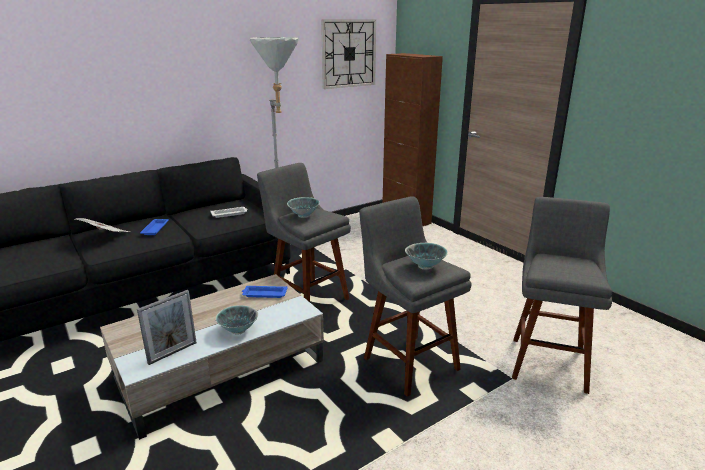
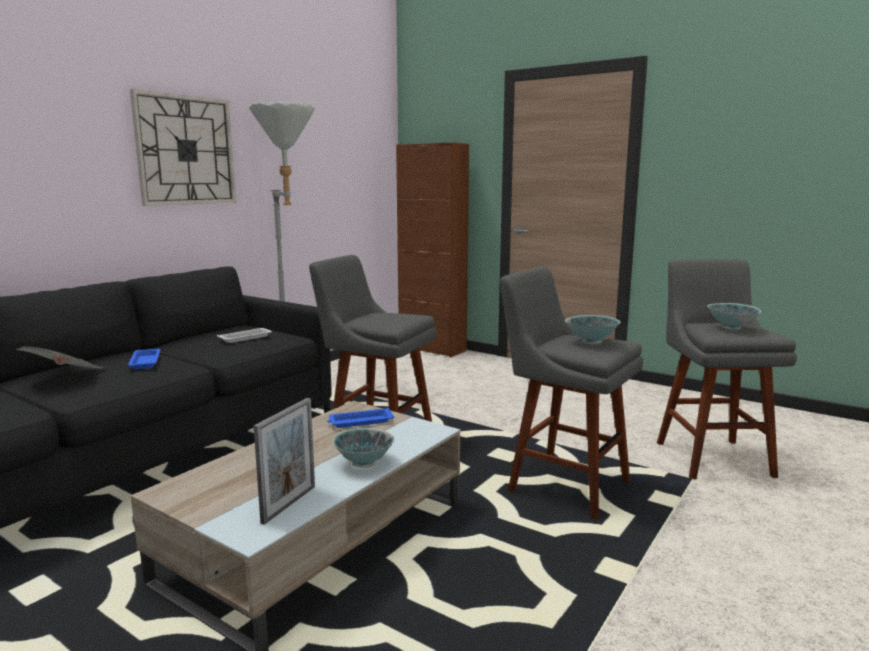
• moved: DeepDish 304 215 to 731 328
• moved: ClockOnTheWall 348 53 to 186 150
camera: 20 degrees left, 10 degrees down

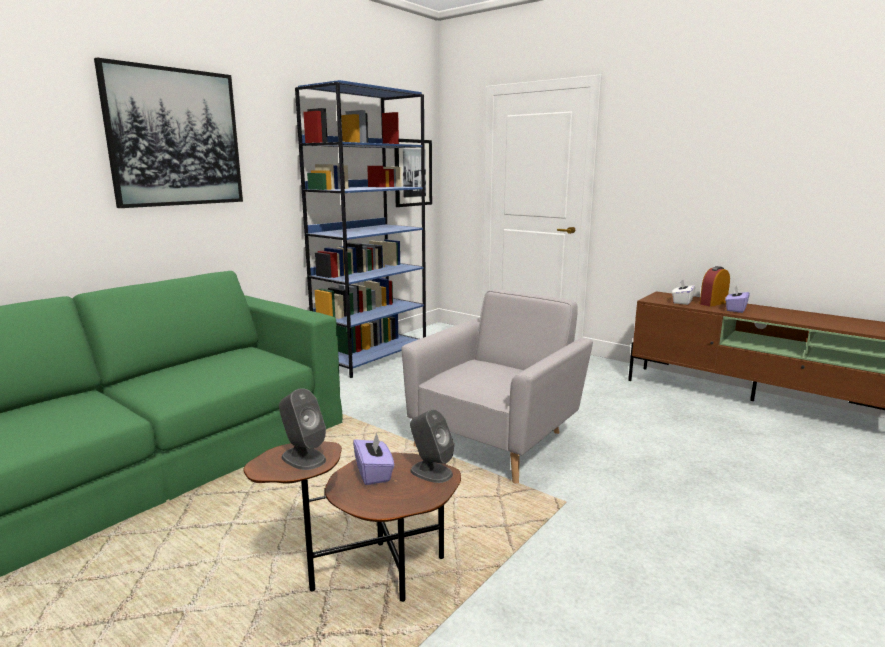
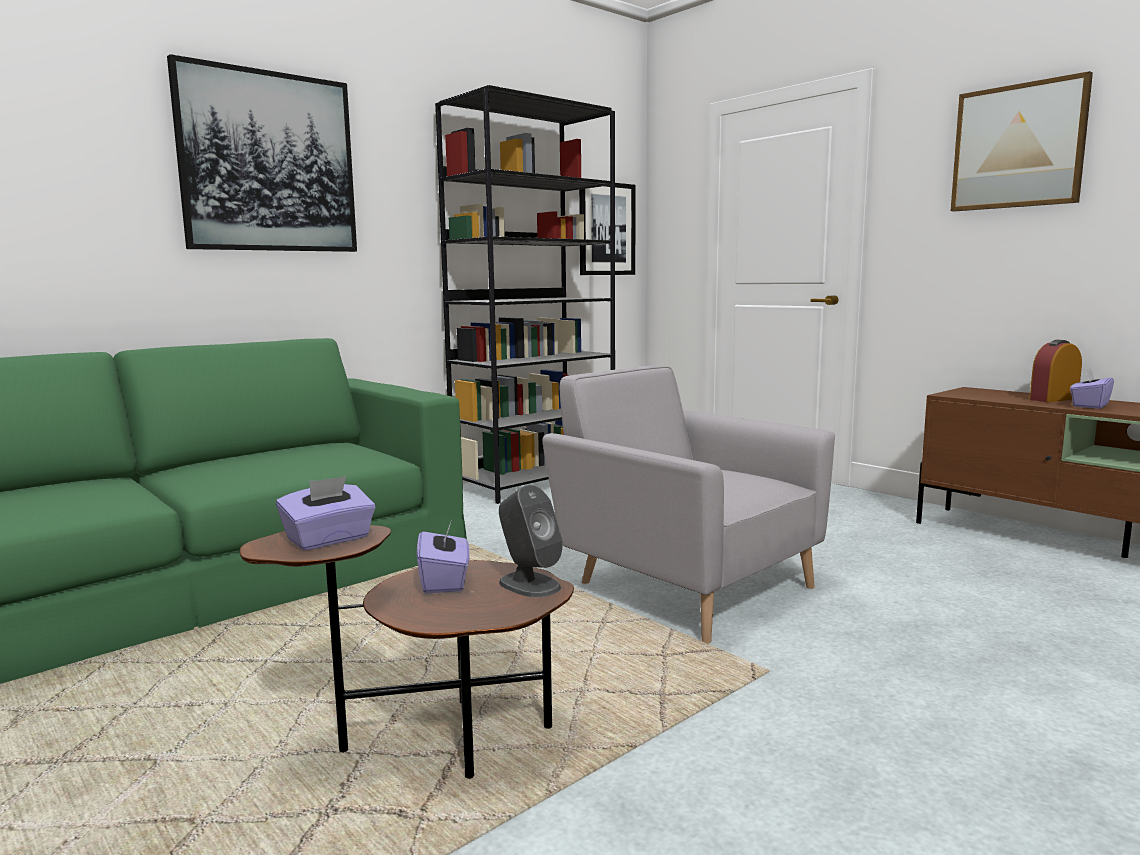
• replaced: GreyishLoudspeaker 303 458 to PurpleColouredTissueBox 329 539
• recoloured: BlueColouredBookcase 372 357 to BlackishBookcase 535 481
• turned: GreyishArmchair 496 439 = 684 585 90 degrees counterclockwise
• removed: WhiteTissueBox 682 302
• added: WallPicture 1018 146
camera: 10 degrees right, 5 degrees down

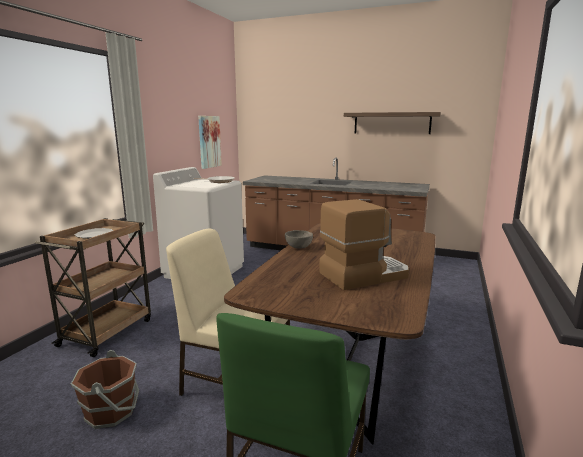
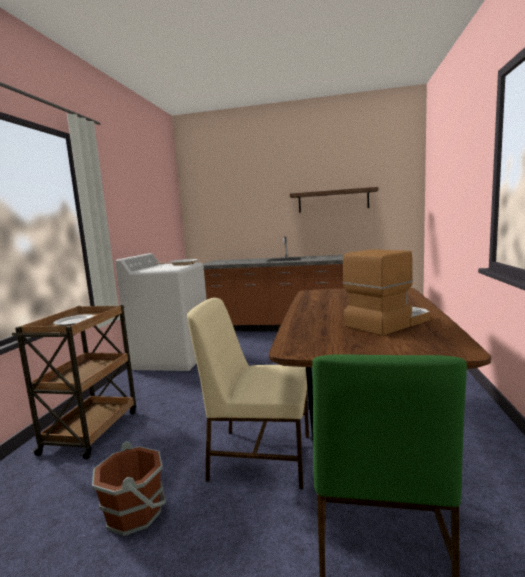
• removed: WallPicture 209 141
• removed: GreyishDeepDish 299 247
camera: 10 degrees left, 5 degrees down

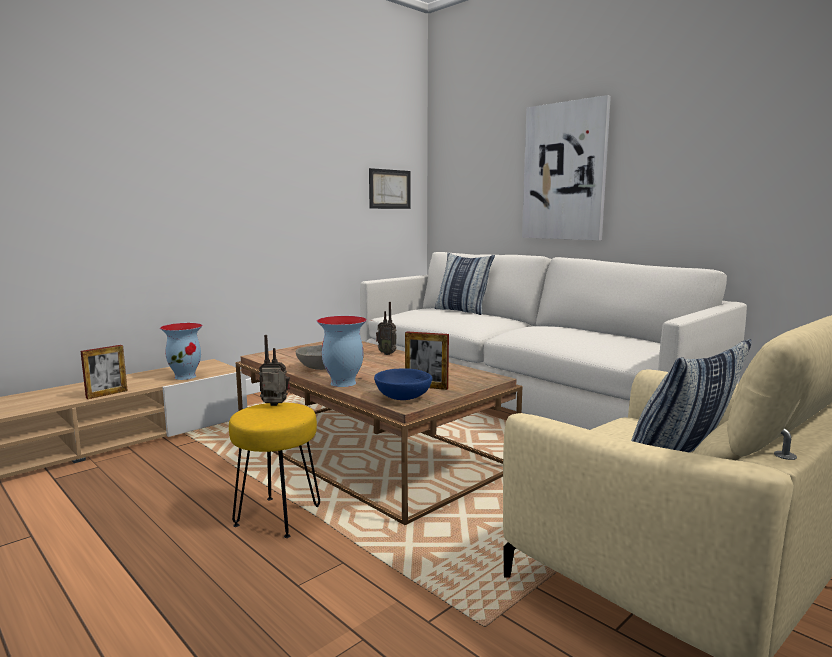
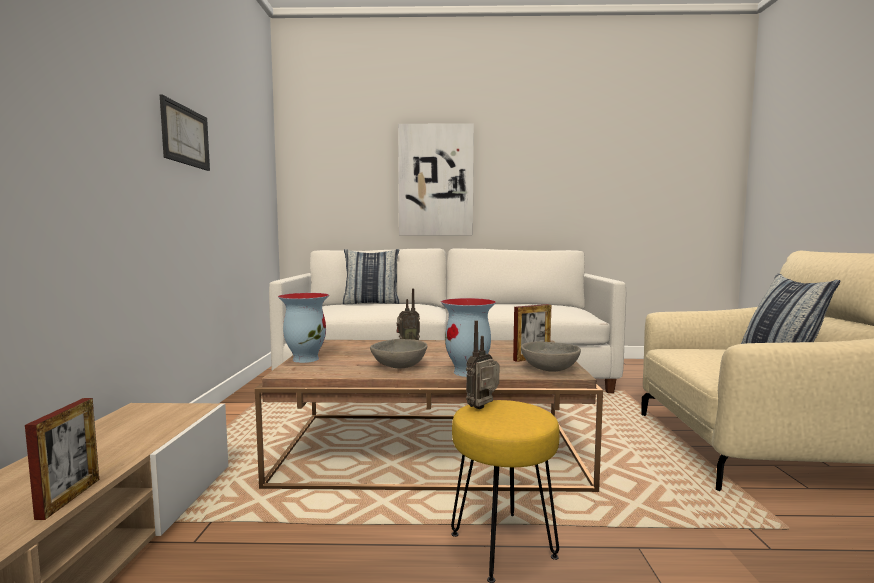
• moved: DecorativeVase 186 376 to 305 359
• moved: WallPicture 389 189 to 185 136
• recoloured: BlueColouredDeepDish 404 397 to GreyishDeepDish 550 369
camera: 45 degrees left, 5 degrees down

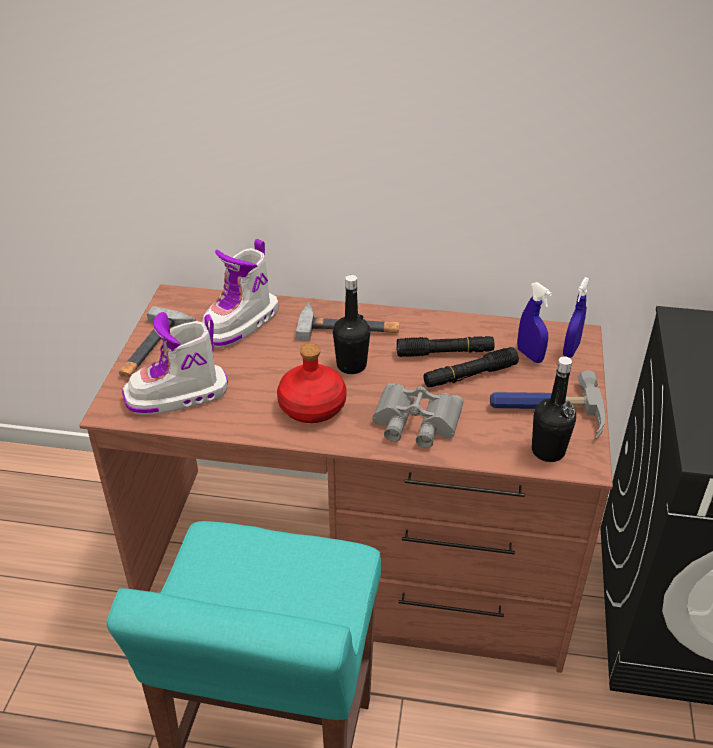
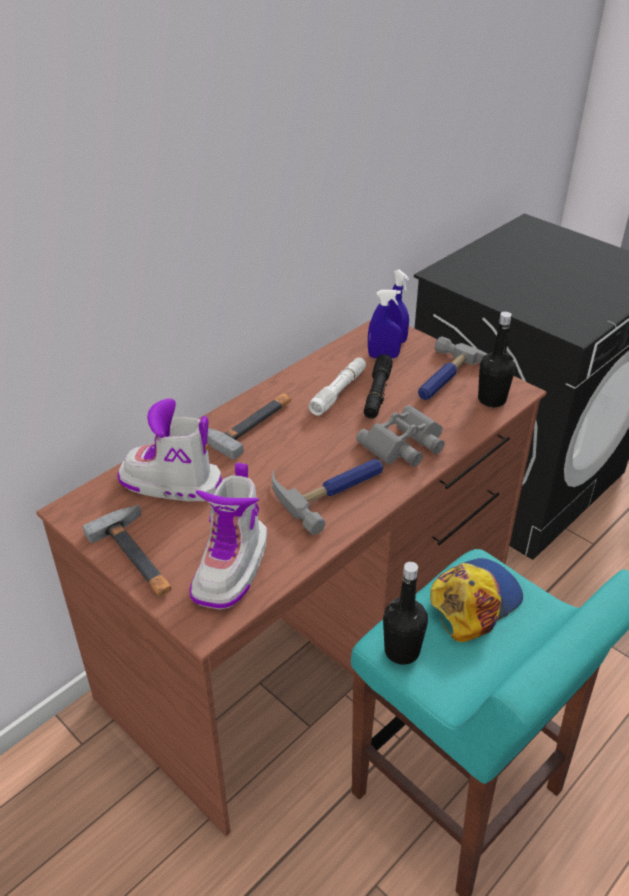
• turned: TallBoot 240 324 = 170 484 120 degrees clockwise
• replaced: RedDrinkBottle 312 406 to HandHammer 331 489
• moved: BlackishDrinkBottle 351 365 to 402 651
• recoloured: BlackishFlashlight 445 353 to WhiteFlashlight 338 392
• added: BaseballCap 474 601
camera: 55 degrees left, 0 degrees up

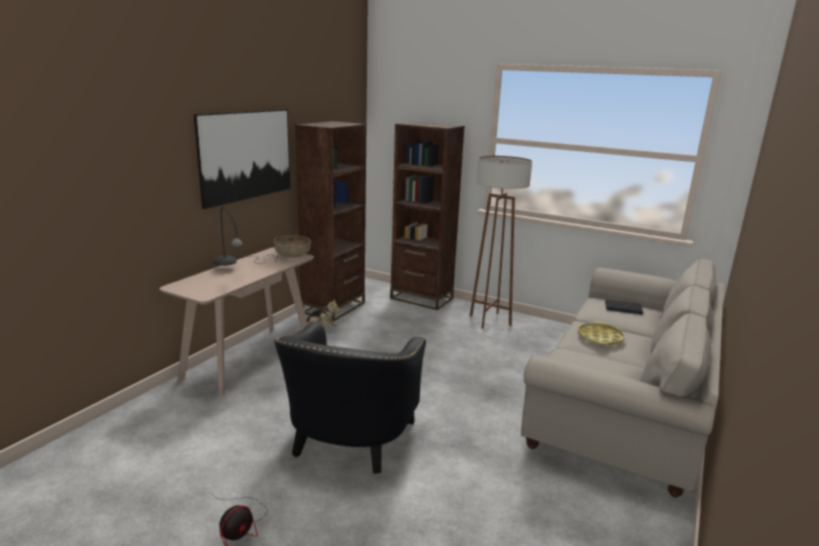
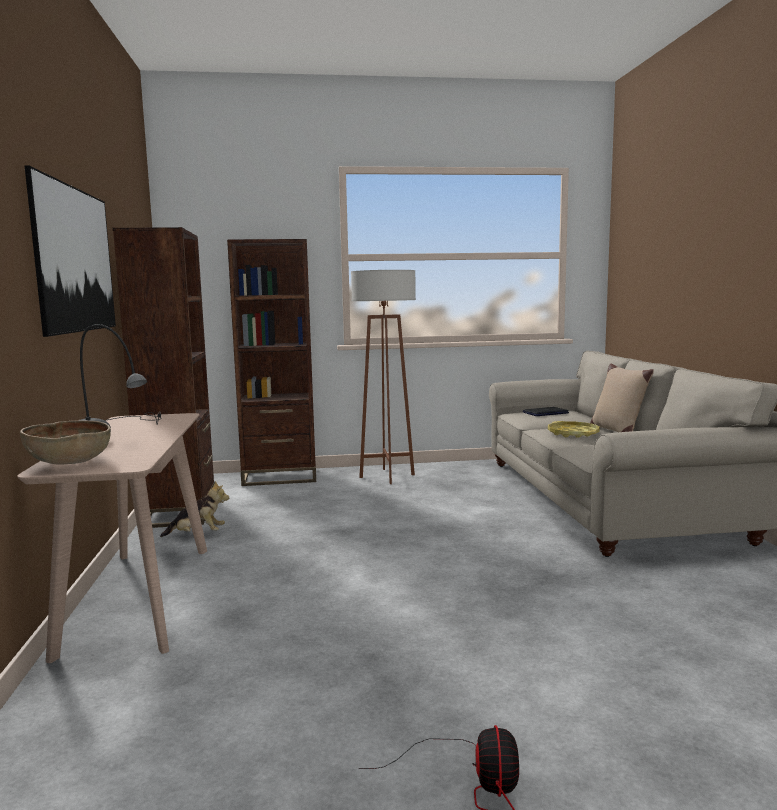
• moved: BrownDeepDish 292 256 to 69 463
• removed: BlackishArmchair 348 441
• added: SandColouredThrowPillow 617 431
camera: 35 degrees left, 10 degrees down

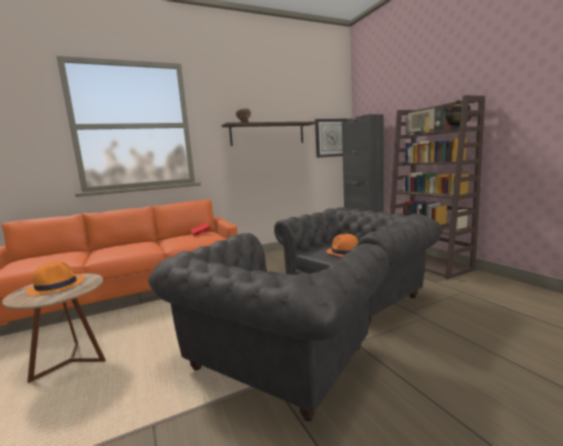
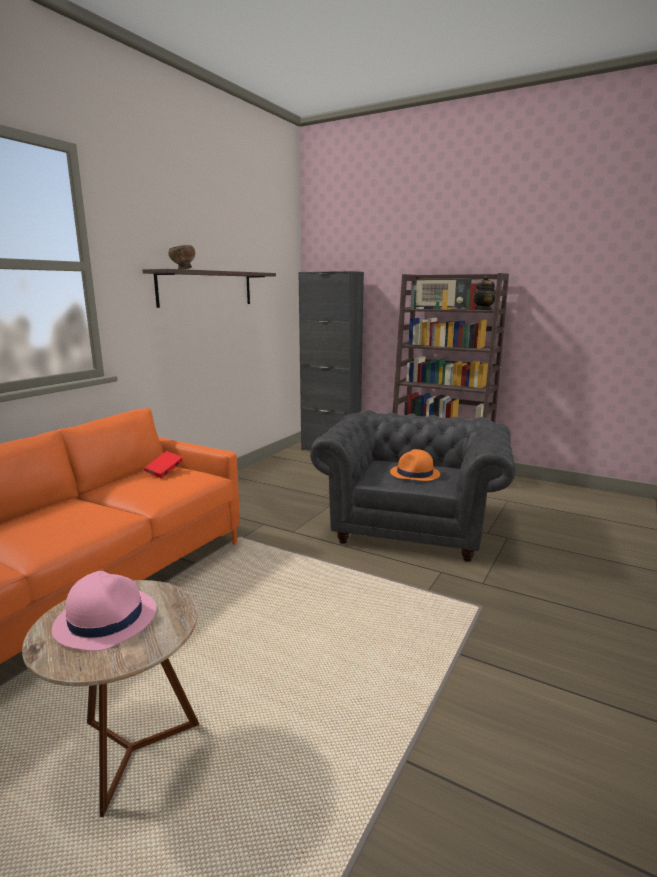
• recoloured: OrangeColouredClothingHat 57 285 to PinkClothingHat 106 619
• removed: GreyishArmchair 273 362
• removed: ClockOnTheWall 331 138
camera: 35 degrees left, 5 degrees up

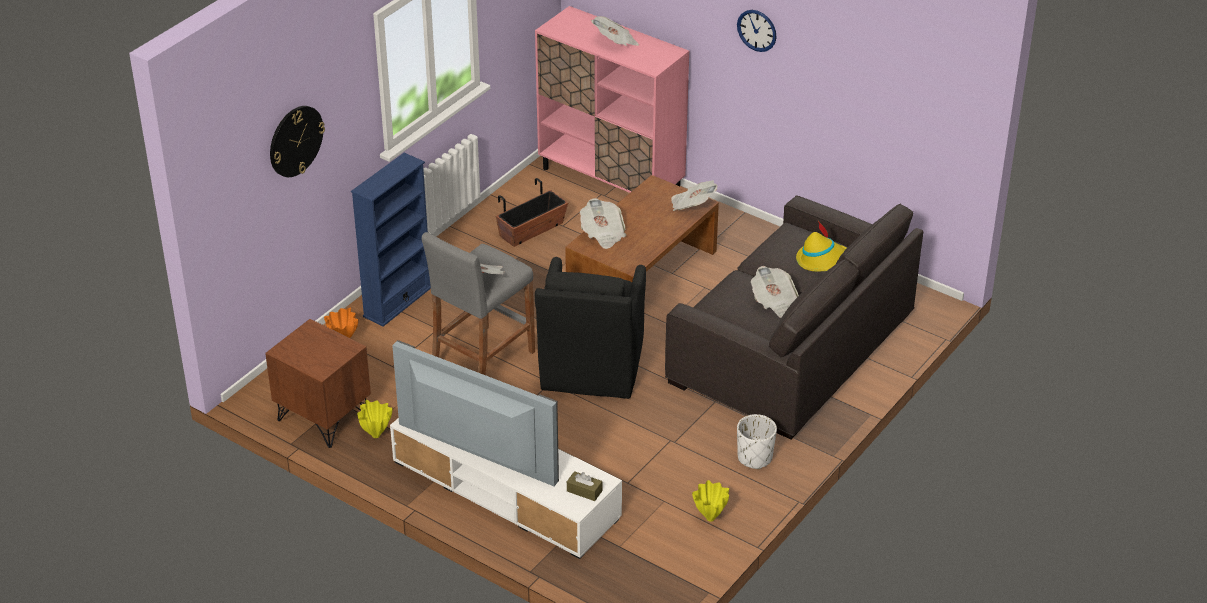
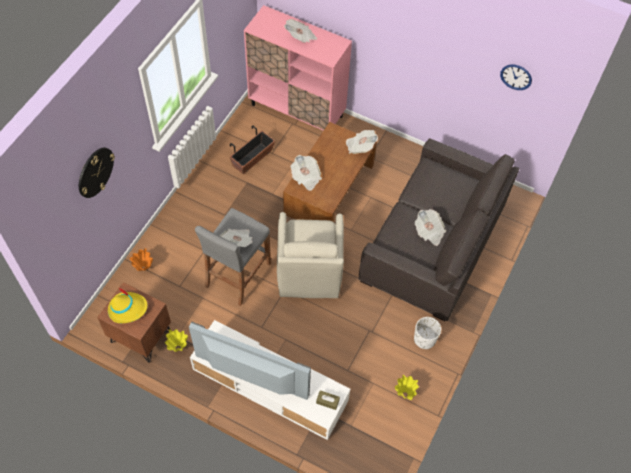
• removed: BlueColouredBookcase 398 301
• recoloured: BlackishArmchair 590 368 to SandColouredArmchair 309 274
• moved: ClockOnTheWall 757 30 to 516 77
• moved: YellowClothingHat 823 260 to 128 308
camera: 10 degrees left, 20 degrees up

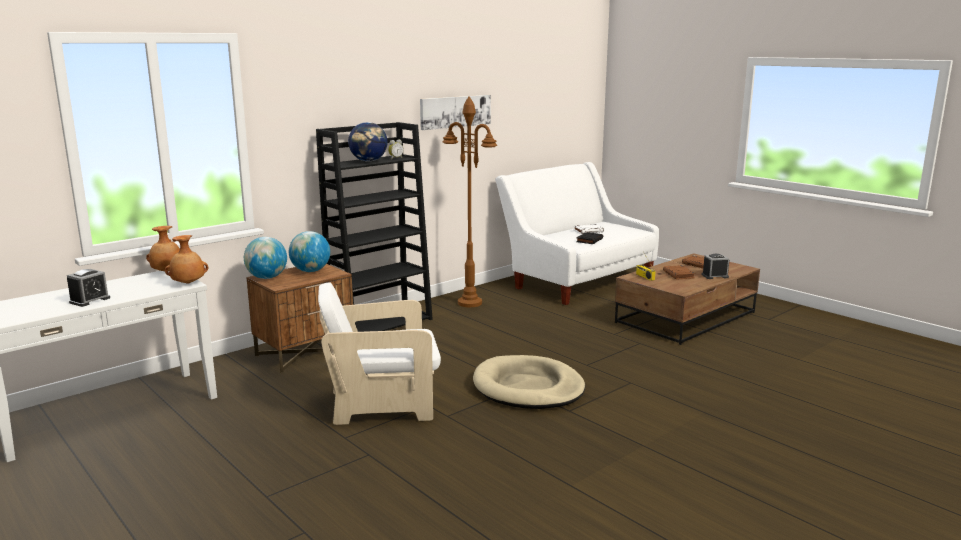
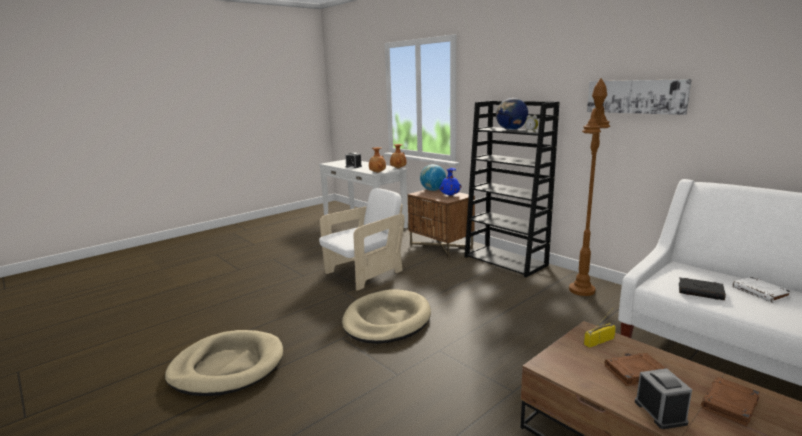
• replaced: Globe 310 271 to BlueColouredDecorativeVase 450 195
• turned: WhiteArmchair 382 404 = 364 273 60 degrees clockwise
• added: SandColouredPetBed 227 366
camera: 90 degrees right, 0 degrees up

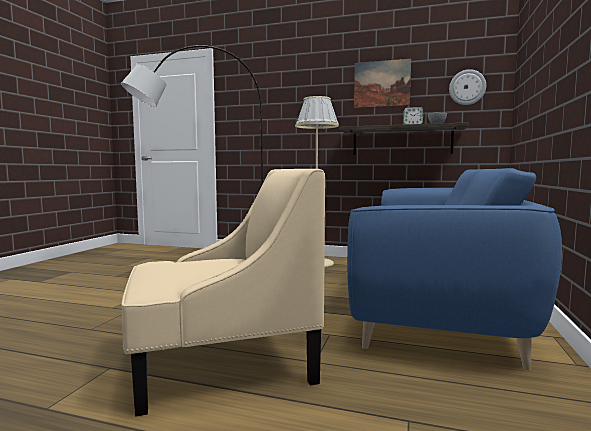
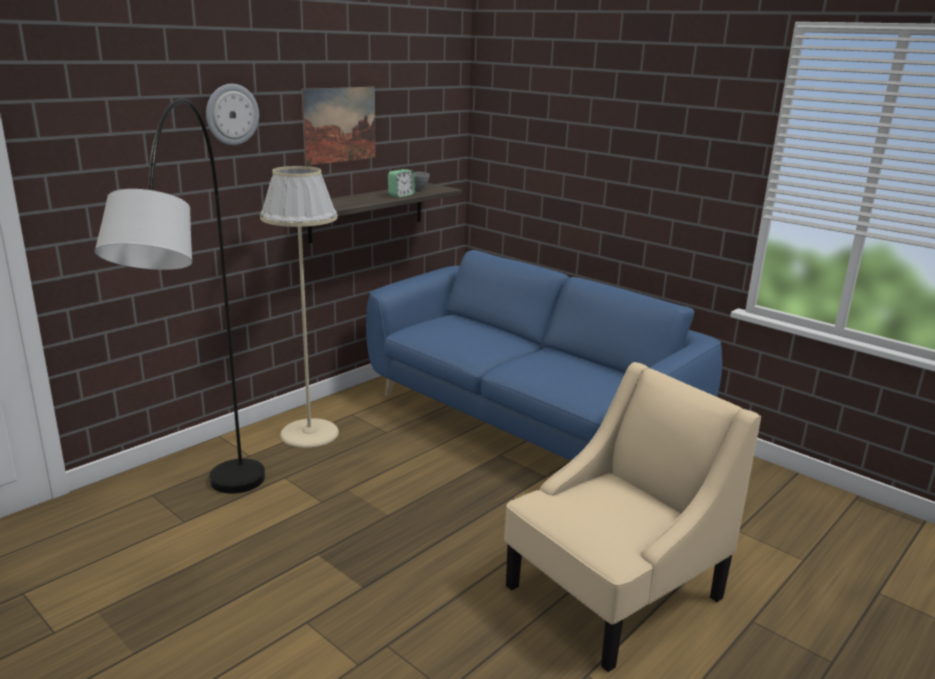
• turned: SandColouredArmchair 223 363 = 614 592 45 degrees clockwise
• moved: ClockOnTheWall 467 87 to 231 114
camera: 65 degrees left, 15 degrees up

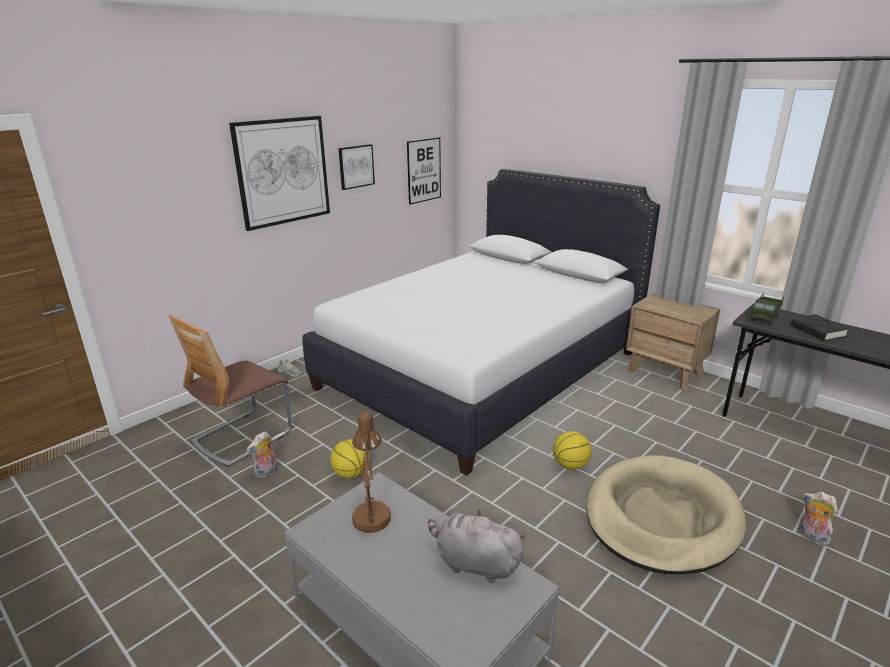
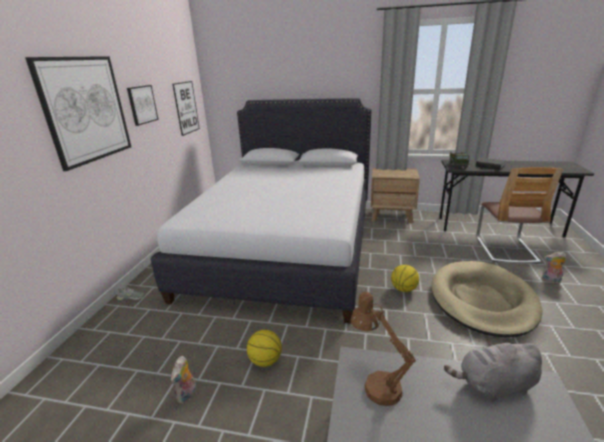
• moved: UprightChair 242 437 to 505 249
camera: 30 degrees left, 0 degrees up

